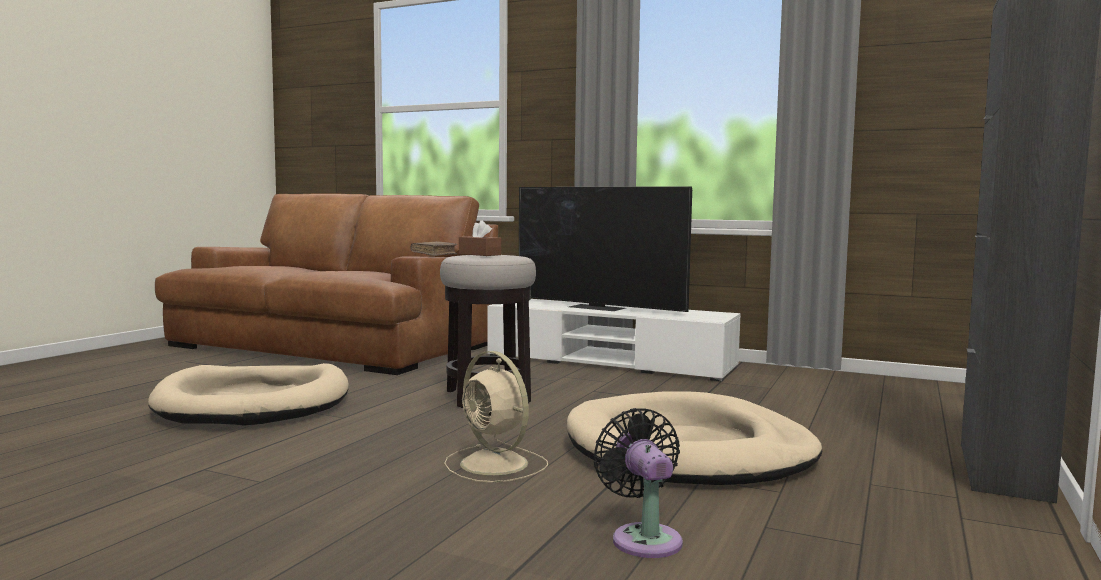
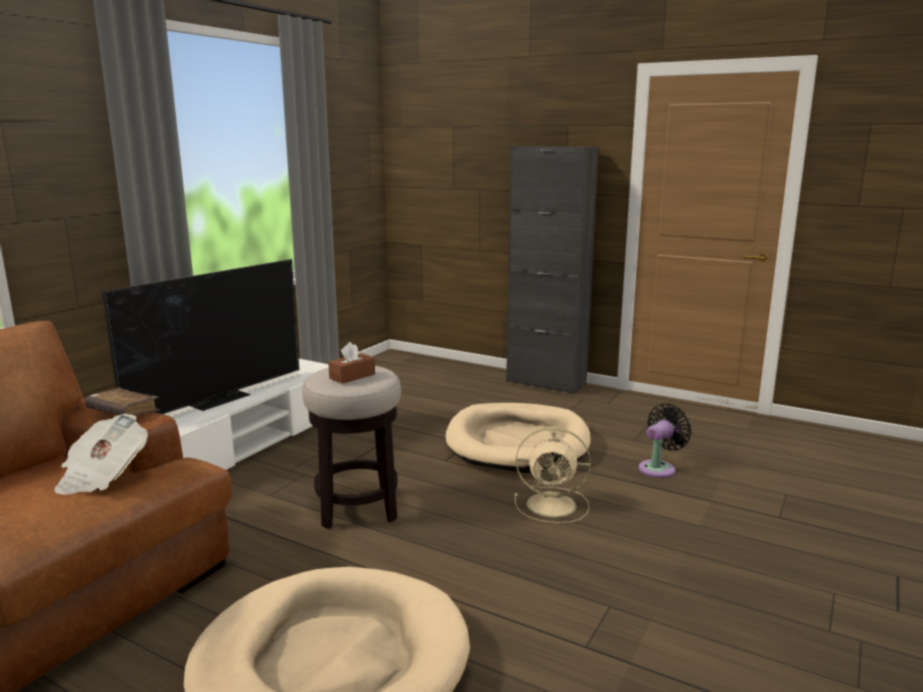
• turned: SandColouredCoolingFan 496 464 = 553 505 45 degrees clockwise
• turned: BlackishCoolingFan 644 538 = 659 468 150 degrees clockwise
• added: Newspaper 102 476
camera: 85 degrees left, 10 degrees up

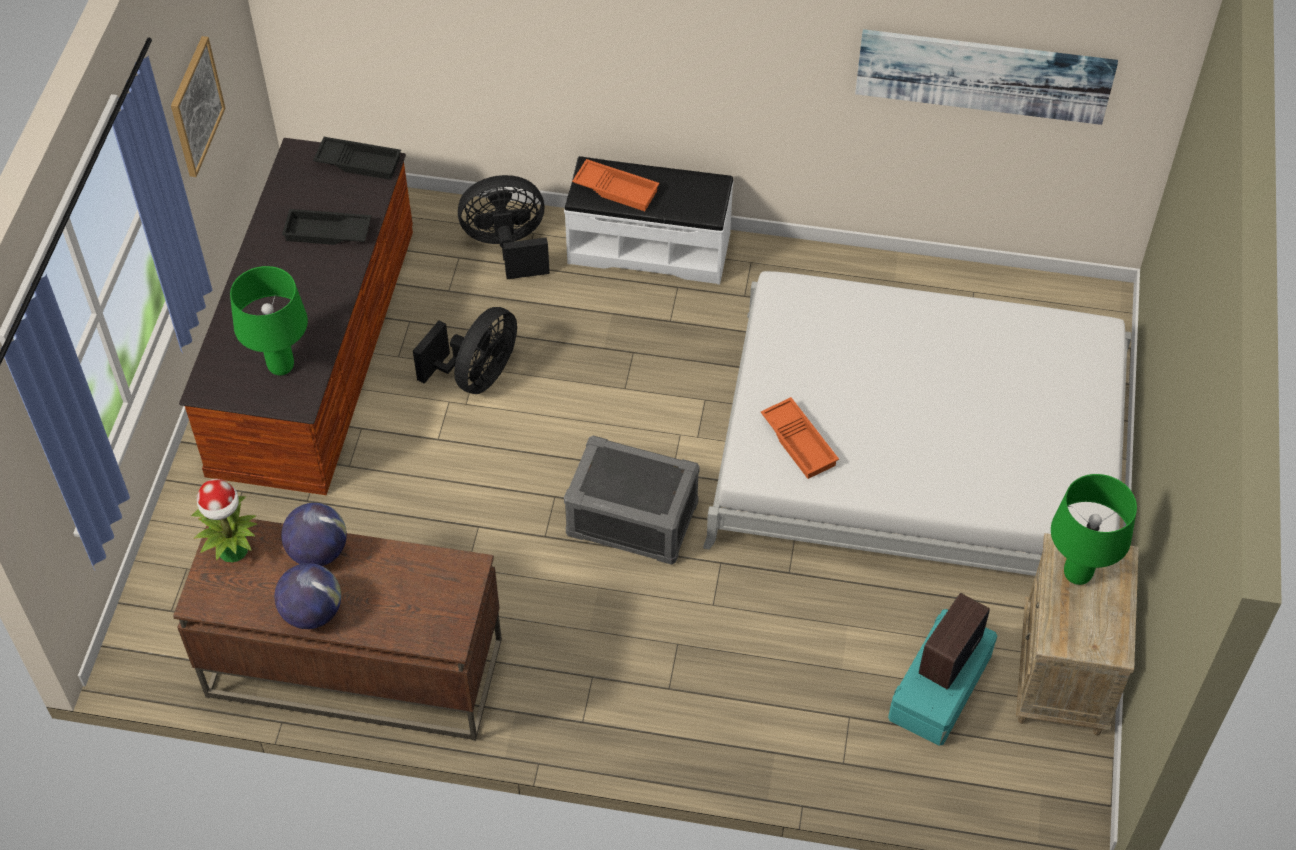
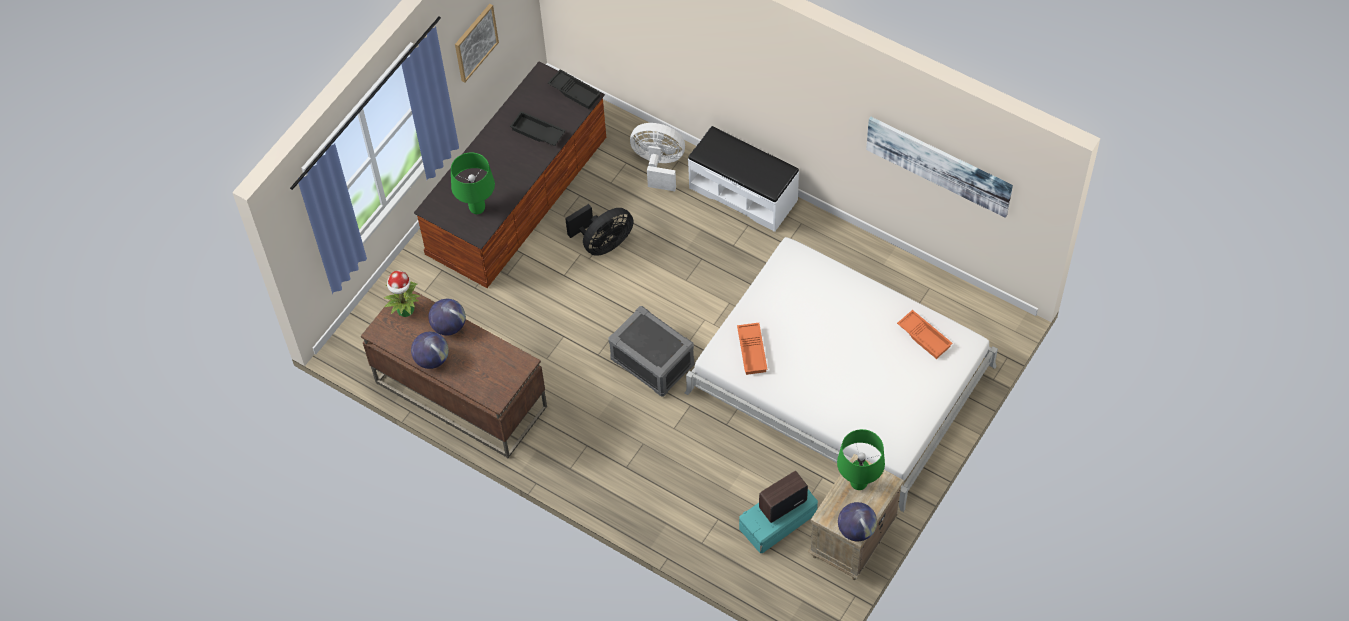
• recoloured: BlackishCoolingFan 508 247 to WhiteCoolingFan 658 165
• moved: OrangeColouredCarryingTray 617 189 to 925 336
• added: Globe 856 530
camera: 25 degrees right, 5 degrees up

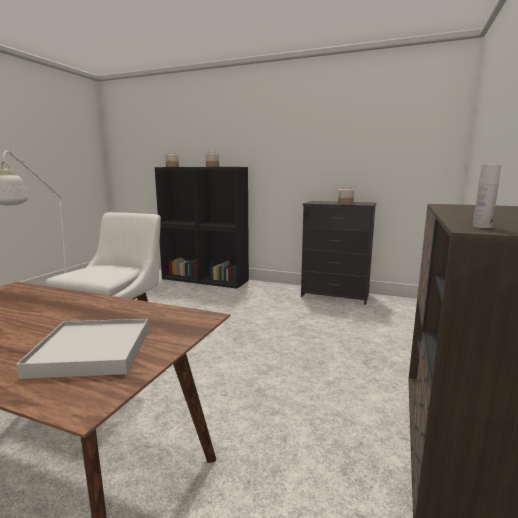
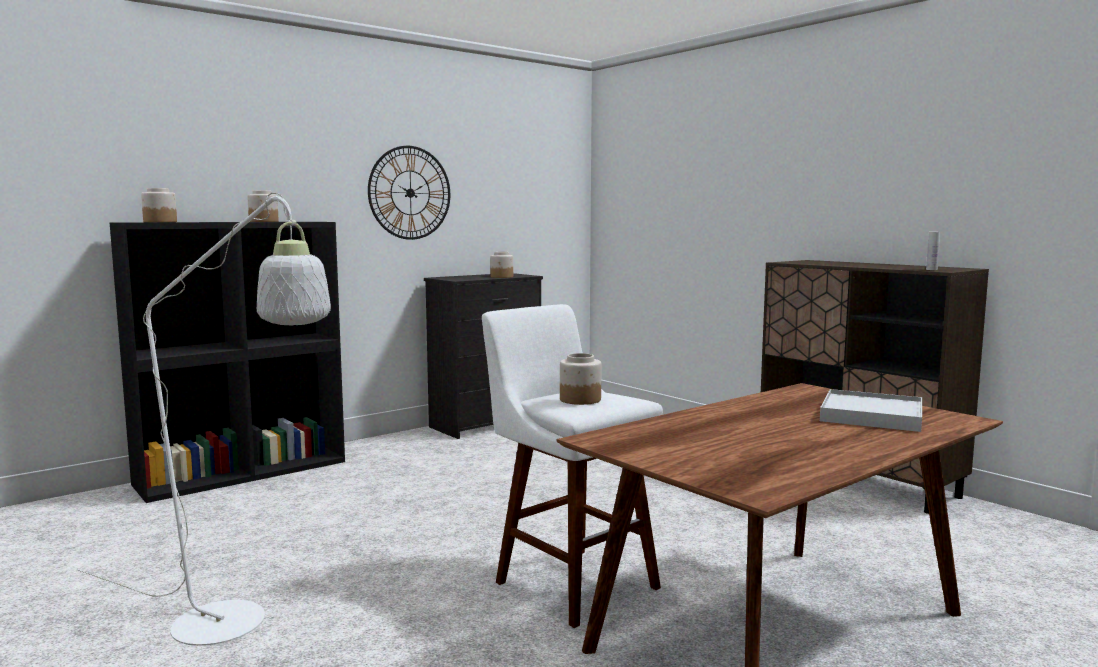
• added: ClockOnTheWall 410 193
• added: StorageJar 579 400
camera: 60 degrees left, 5 degrees down

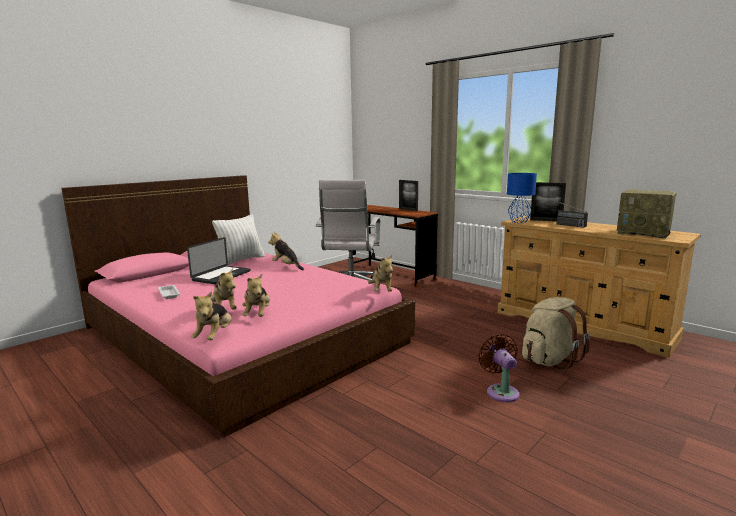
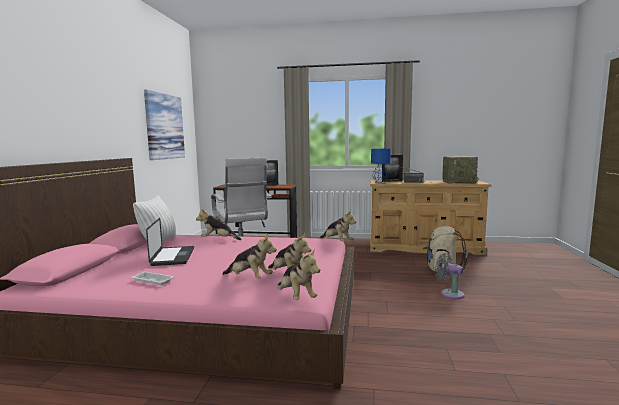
• recoloured: BrownCoolingFan 501 391 to GreyishCoolingFan 449 293
• added: WallPicture 165 126
camera: 35 degrees left, 5 degrees down

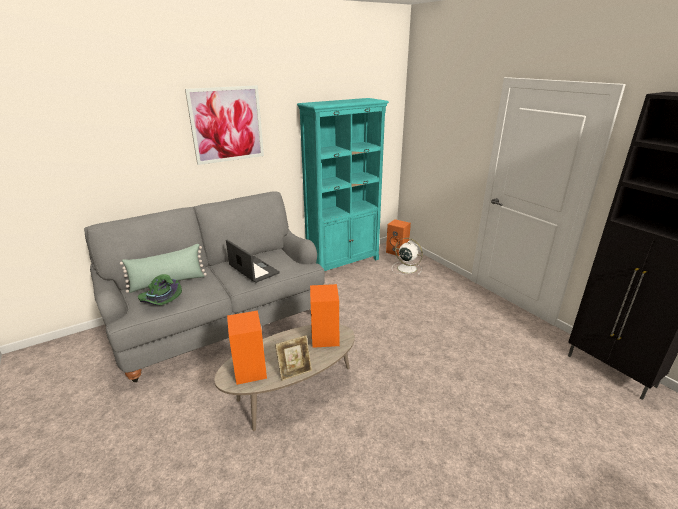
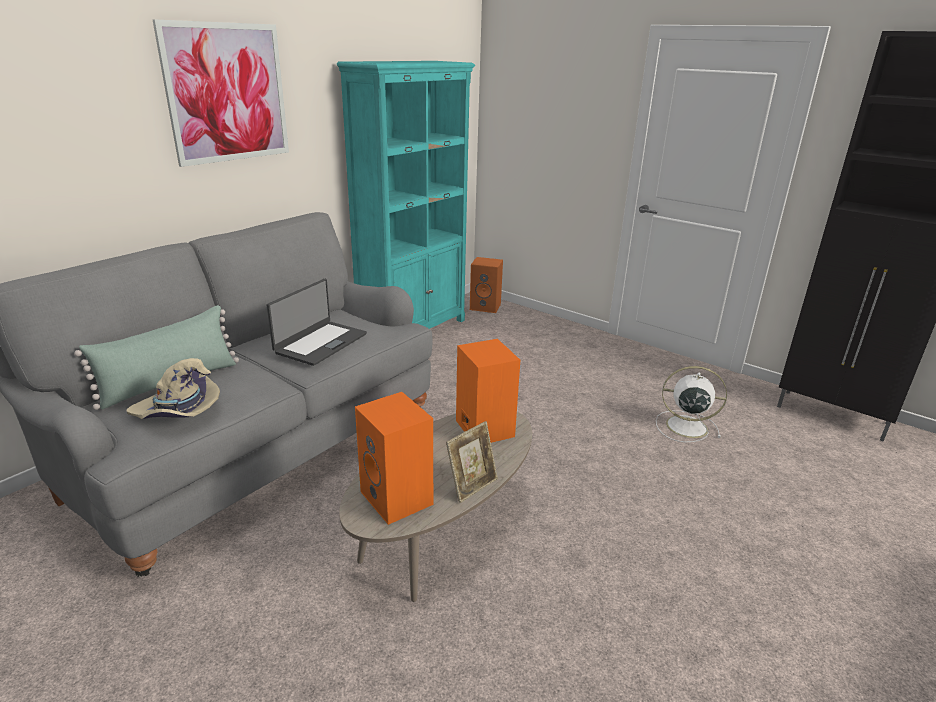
• recoloured: GreenClothingHat 160 300 to SandColouredClothingHat 178 412
• turned: NotebookComputer 253 270 = 320 343 90 degrees clockwise
• moved: WhiteCoolingFan 406 268 to 684 426
camera: 20 degrees left, 0 degrees up

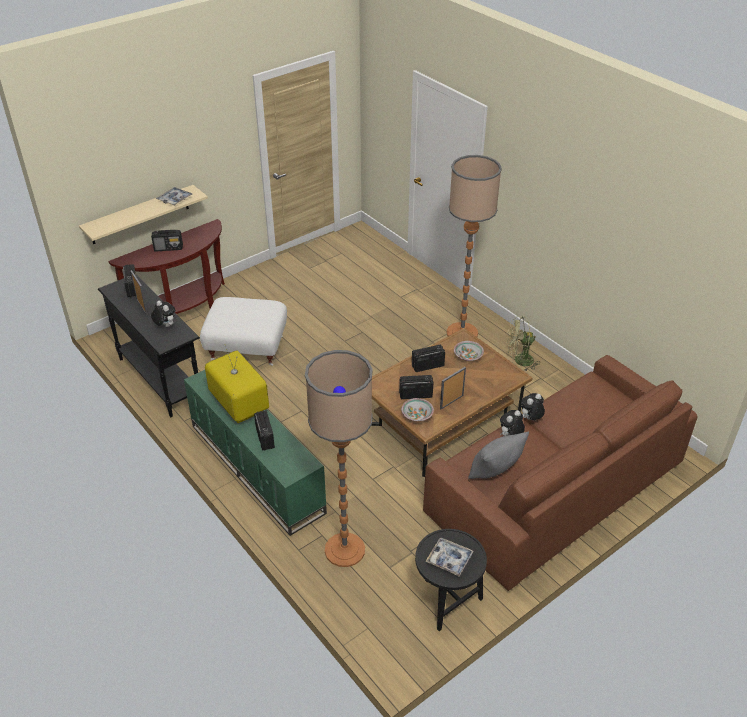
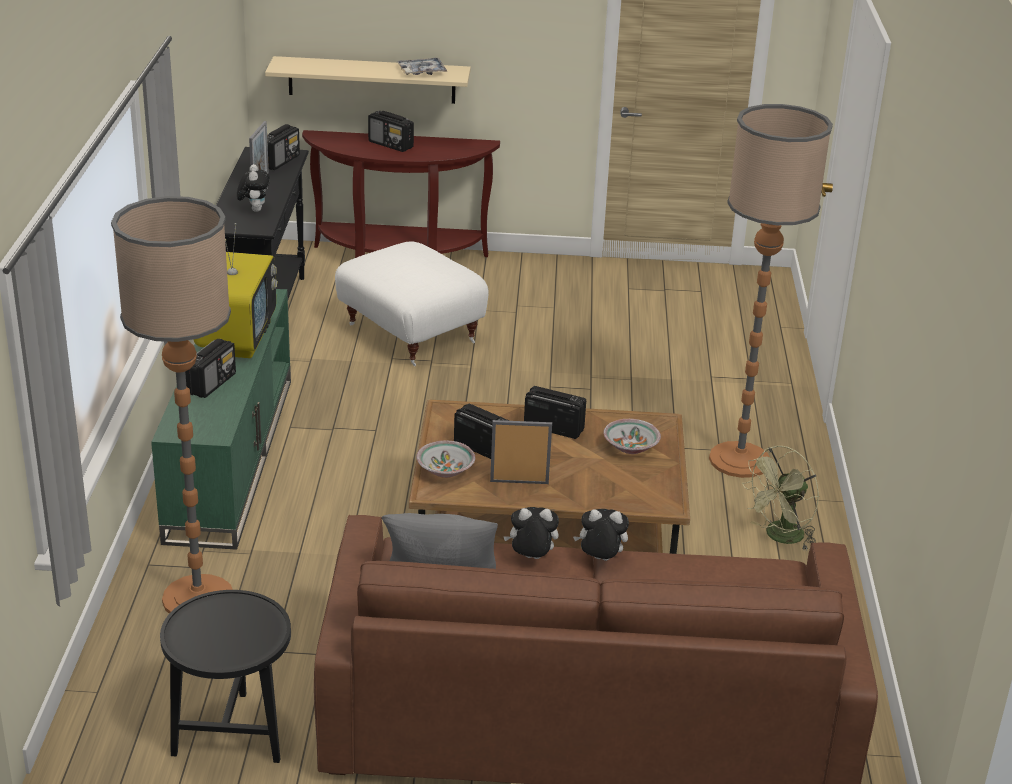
• removed: CarryingTray 449 559
• turned: GreenCoolingFan 519 361 = 779 537 75 degrees counterclockwise
camera: 40 degrees right, 10 degrees down

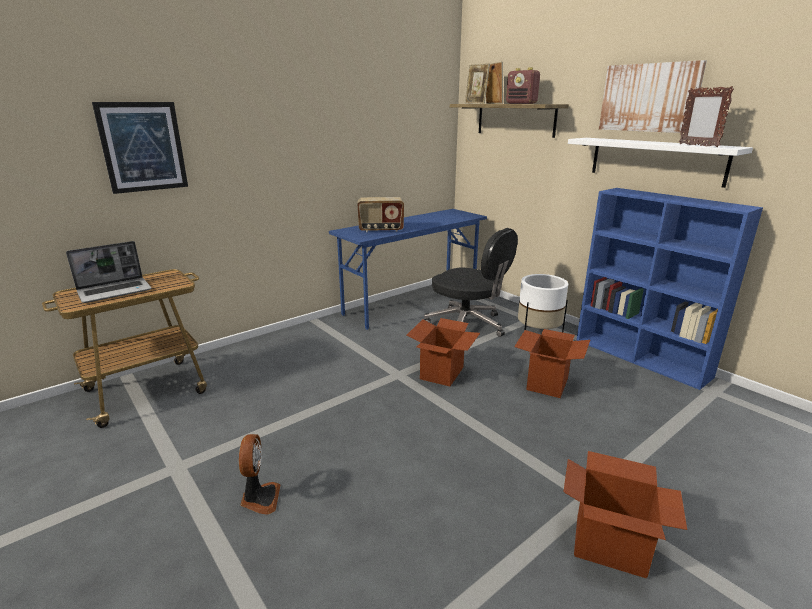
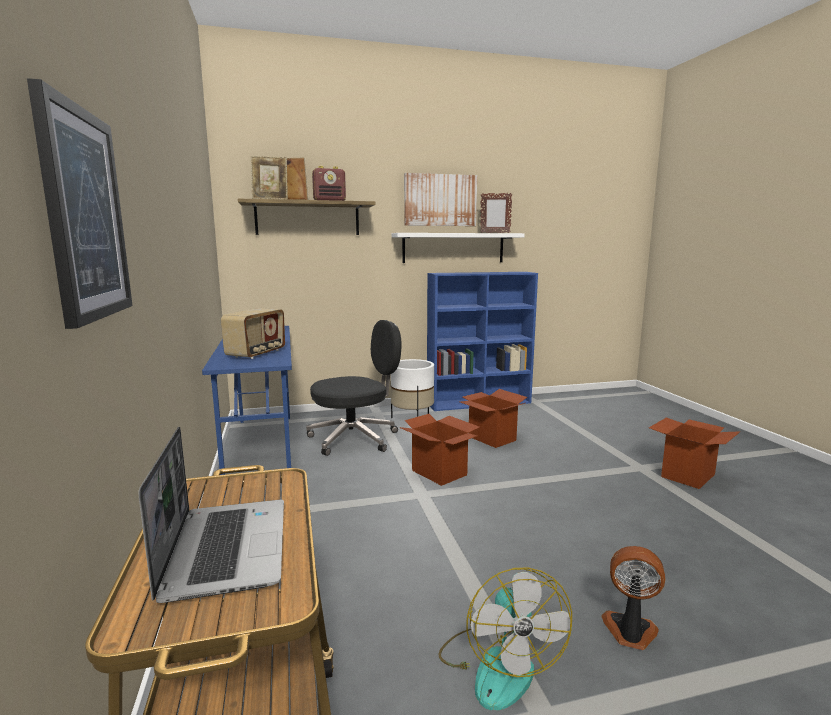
• added: CoolingFan 498 664
camera: 65 degrees left, 10 degrees down

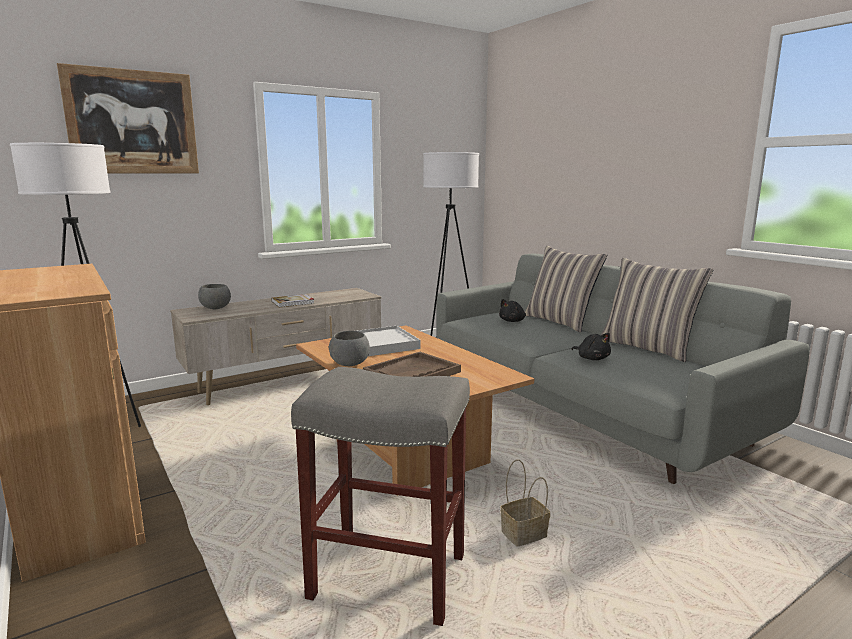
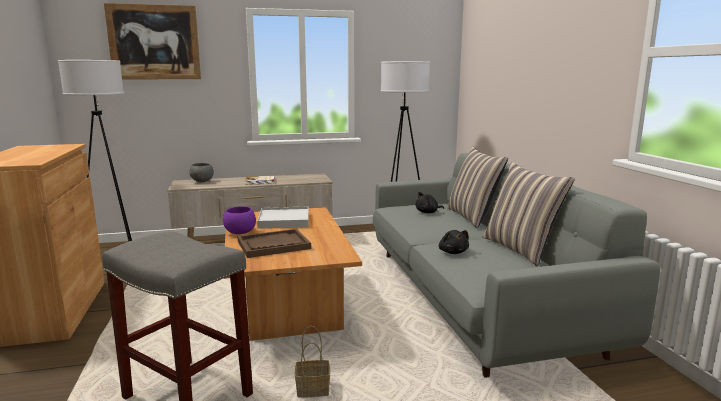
• recoloured: GreyishDeepDish 349 364 to PurpleColouredDeepDish 240 233
camera: 20 degrees right, 0 degrees up

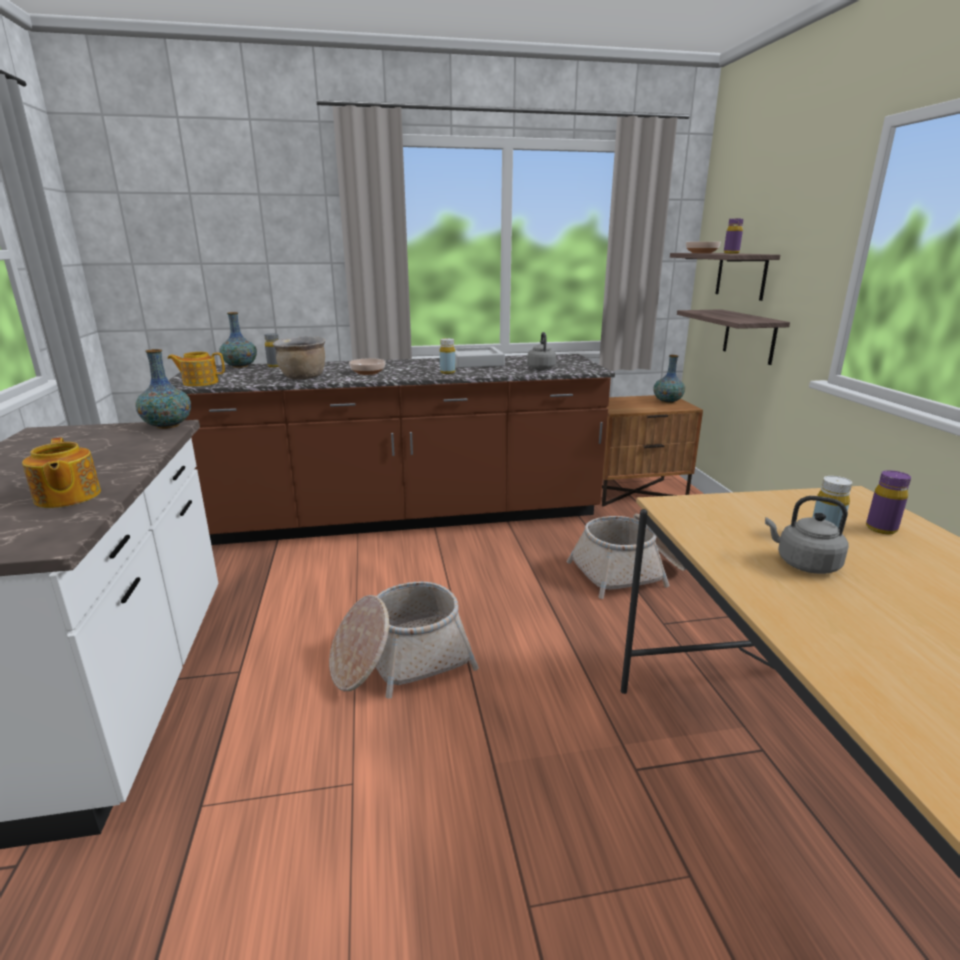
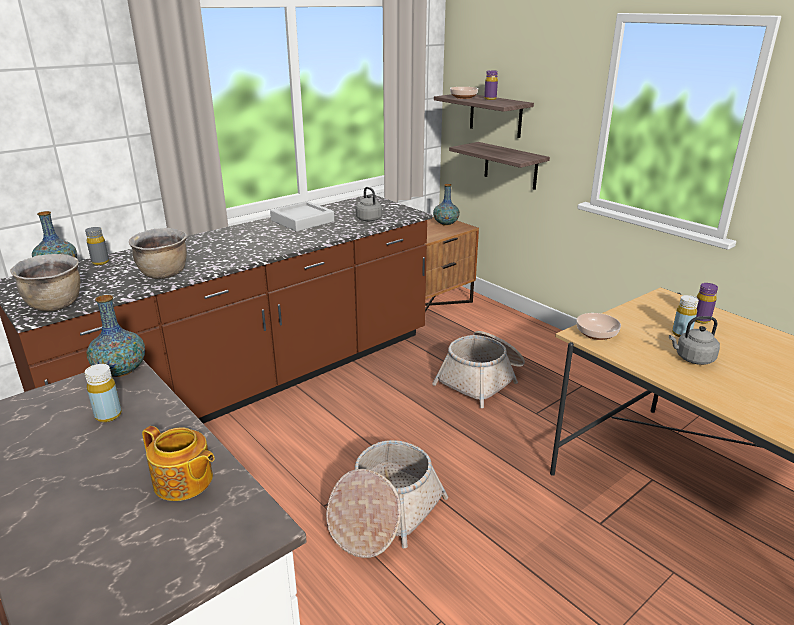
• replaced: PotForTea 200 383 to BrownSaucepot 56 305
• moved: DeepDish 368 372 to 596 333
• moved: YellowDrinkBottle 447 372 to 108 415
camera: 30 degrees left, 5 degrees up

